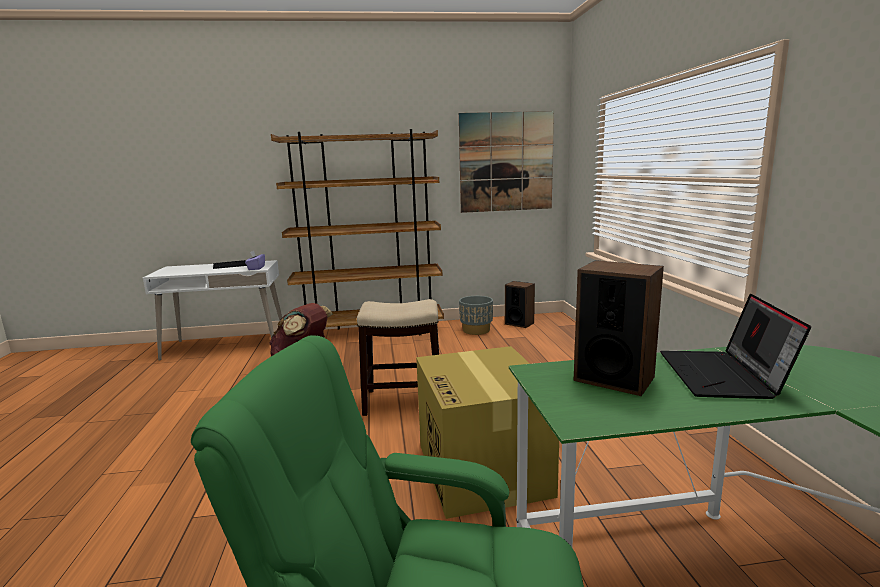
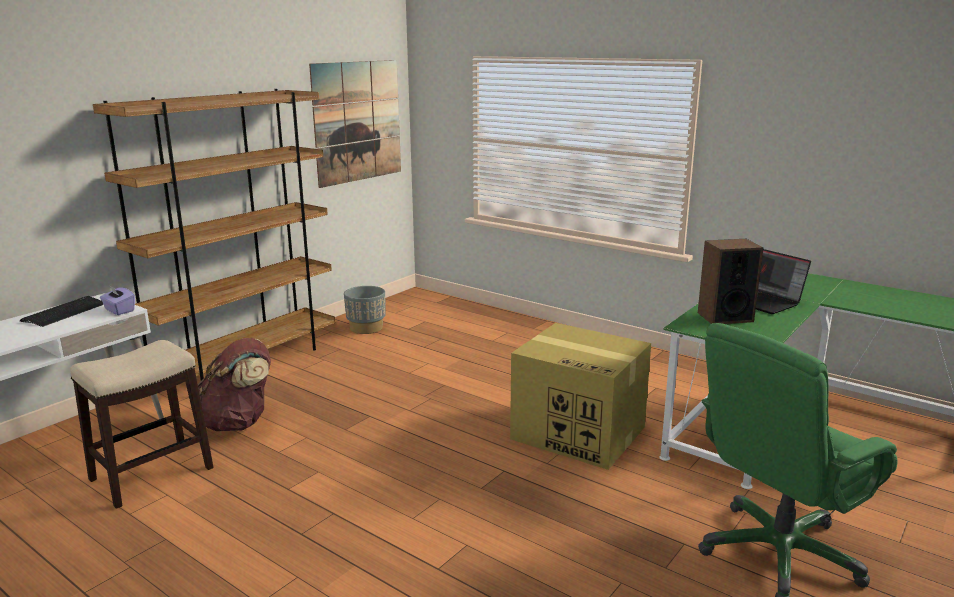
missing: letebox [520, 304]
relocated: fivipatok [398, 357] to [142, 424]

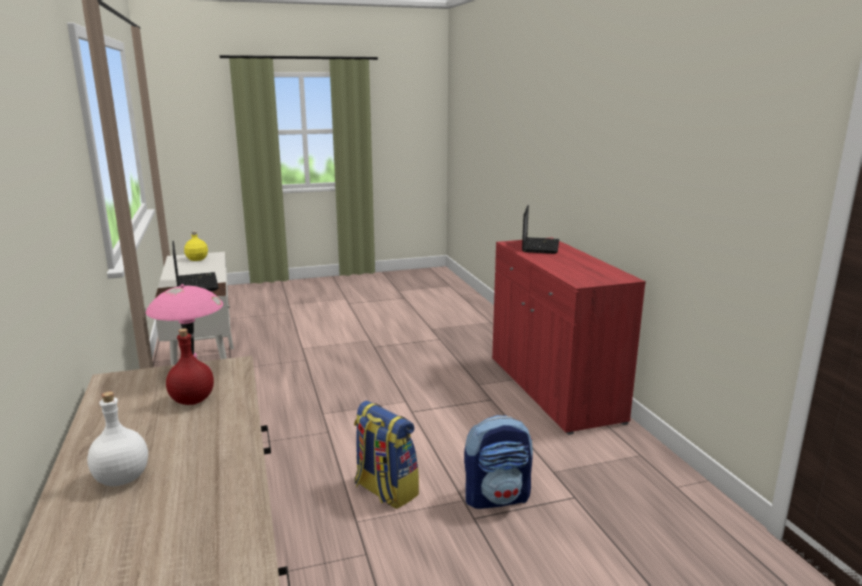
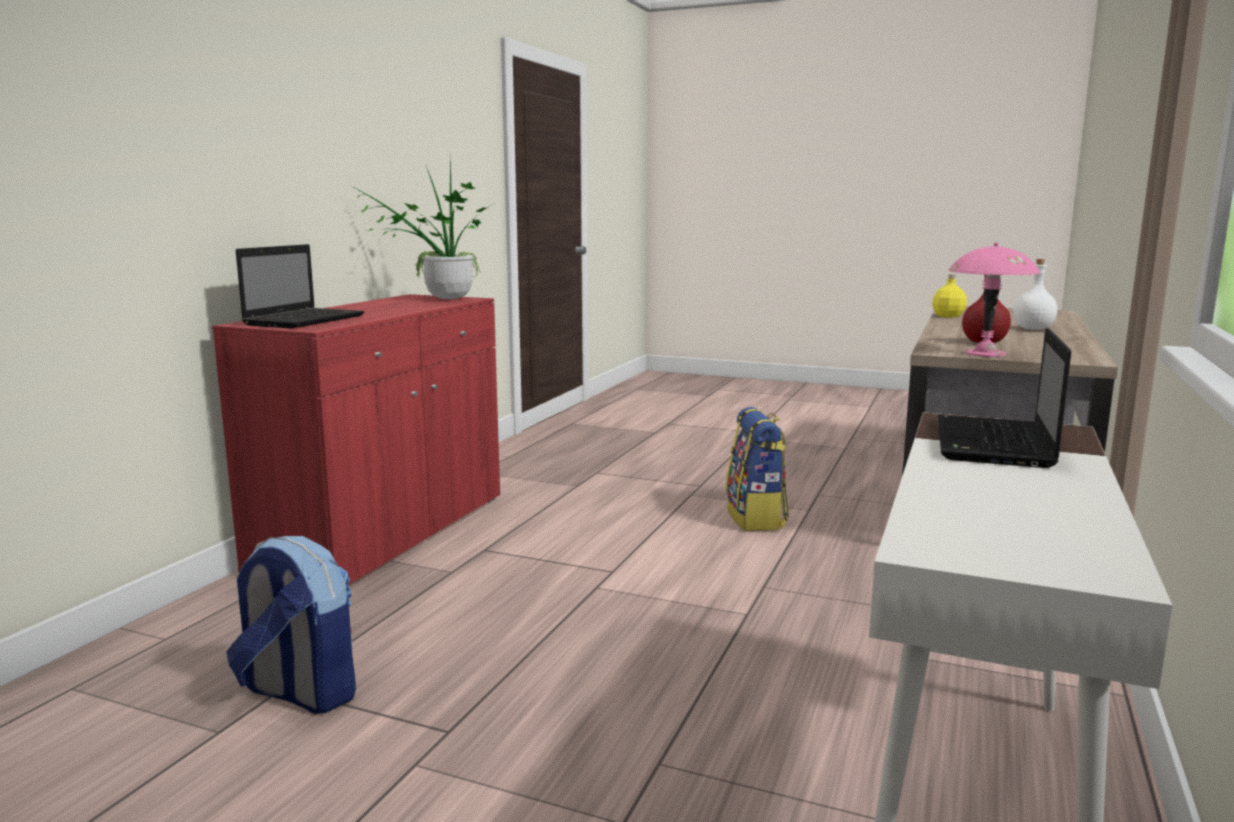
appeared: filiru [421, 228]
relocated: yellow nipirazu [196, 246] to [949, 295]; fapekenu [498, 462] to [291, 625]
spun: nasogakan [540, 229] = [300, 286] 150 degrees clockwise

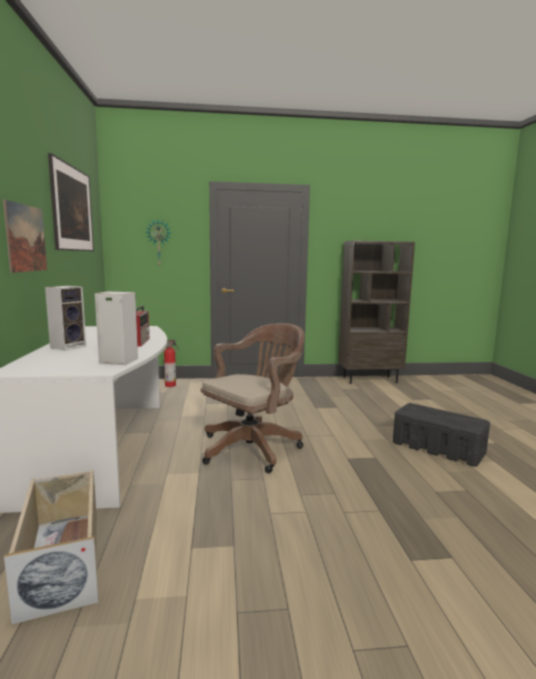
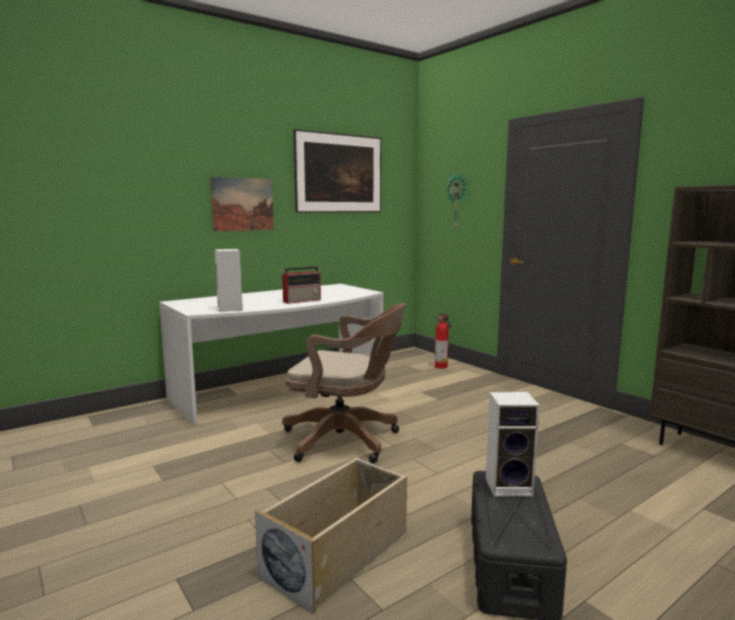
relocated: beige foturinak [51, 547] to [331, 535]; letebox [65, 318] to [513, 444]

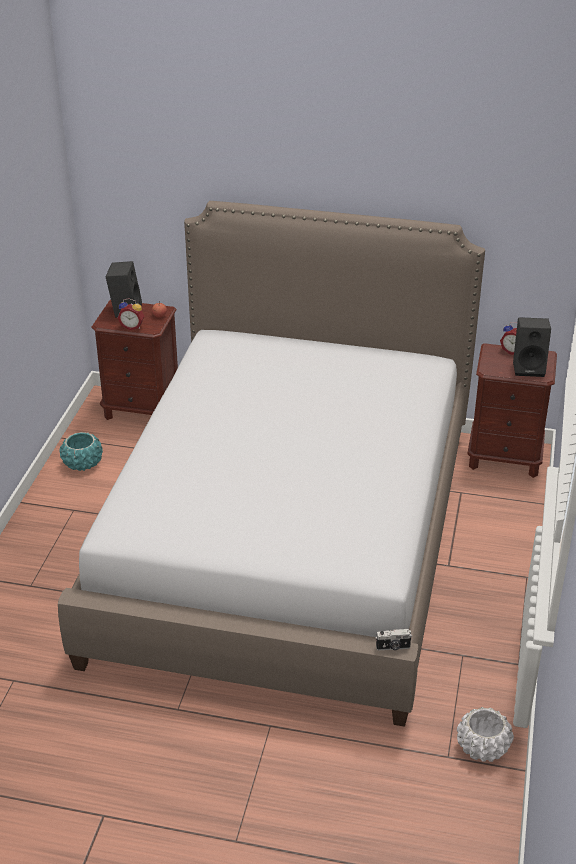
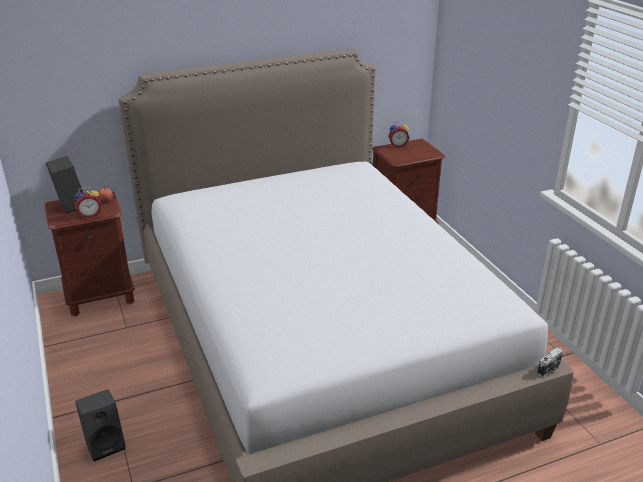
missing: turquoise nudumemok [81, 451]; white nudumemok [485, 734]
relocated: black letebox [532, 347] to [100, 425]

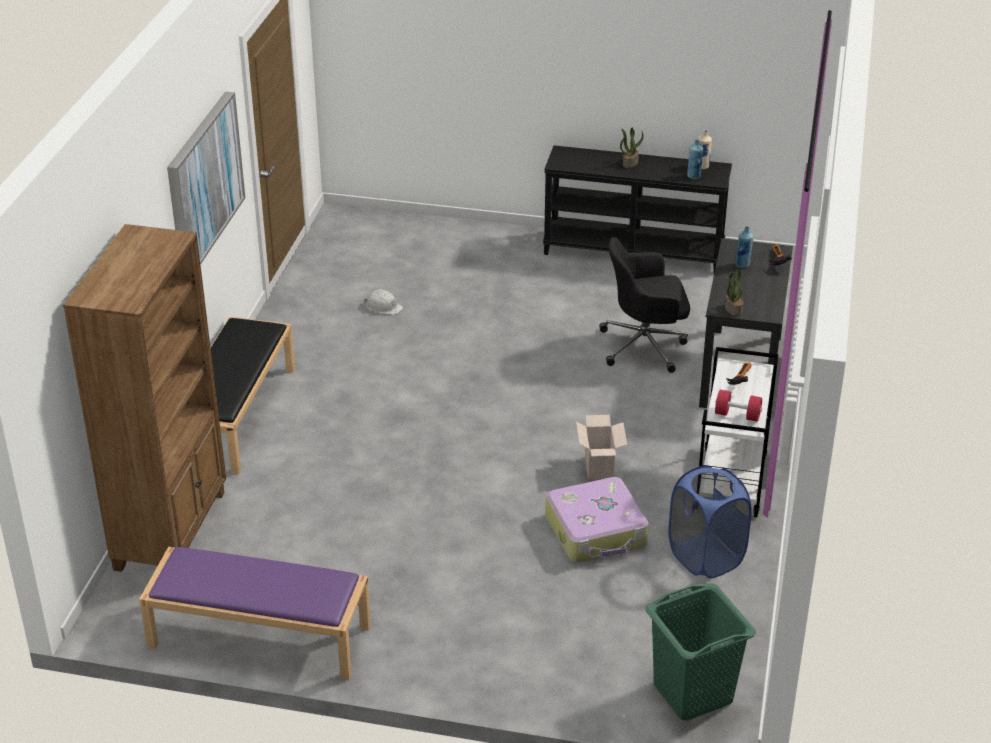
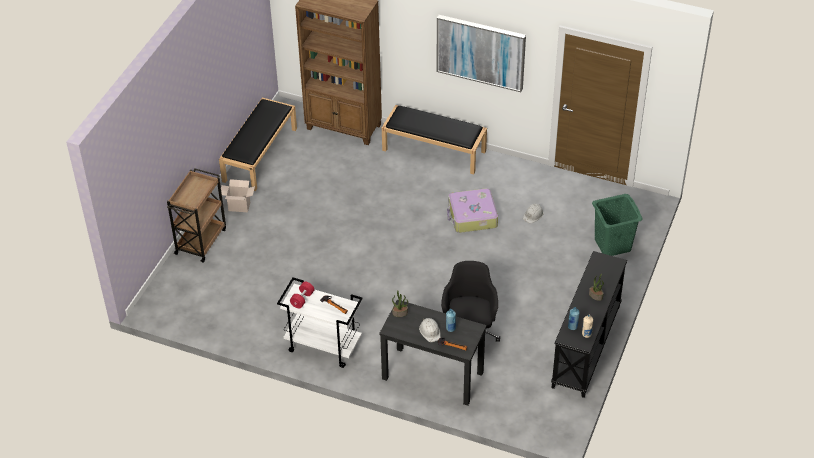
missing: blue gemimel [710, 521]
appeared: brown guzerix [196, 215]; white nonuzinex [429, 330]
relocated: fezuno [597, 519] to [472, 210]; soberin [601, 447] to [238, 195]; green gemimel [700, 652] to [617, 225]
colour: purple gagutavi [255, 613] to black gagutavi [258, 144]

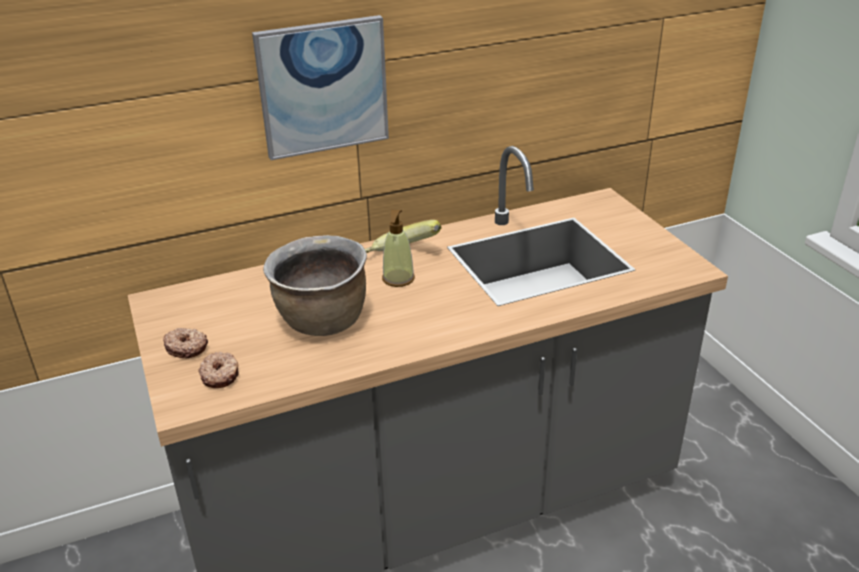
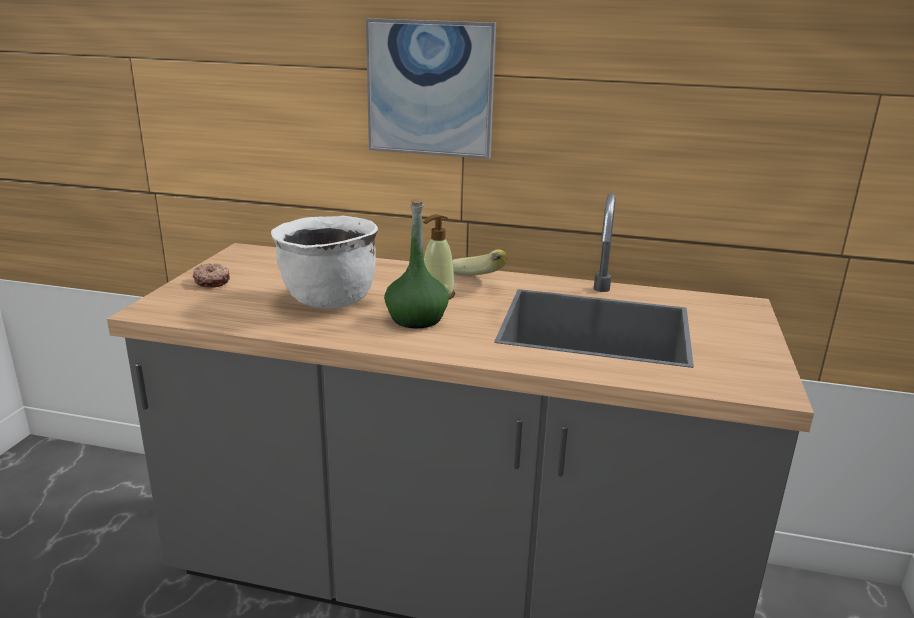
missing: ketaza [218, 370]
appeared: green nipirazu [416, 263]
colour: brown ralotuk [315, 285] to white ralotuk [324, 262]

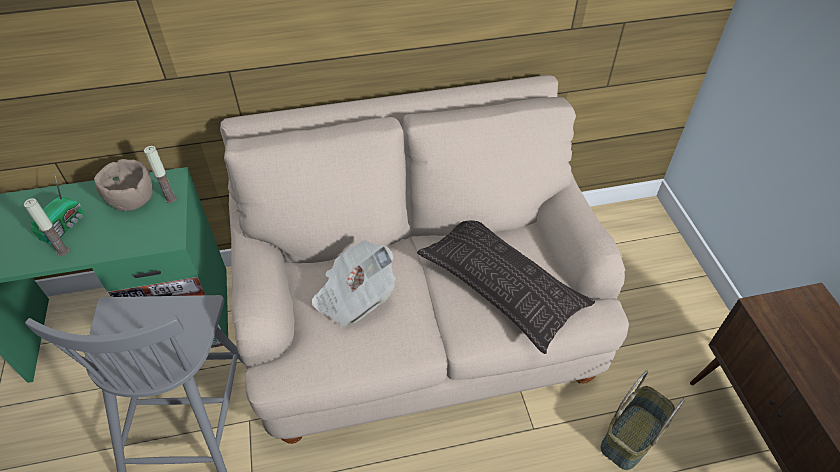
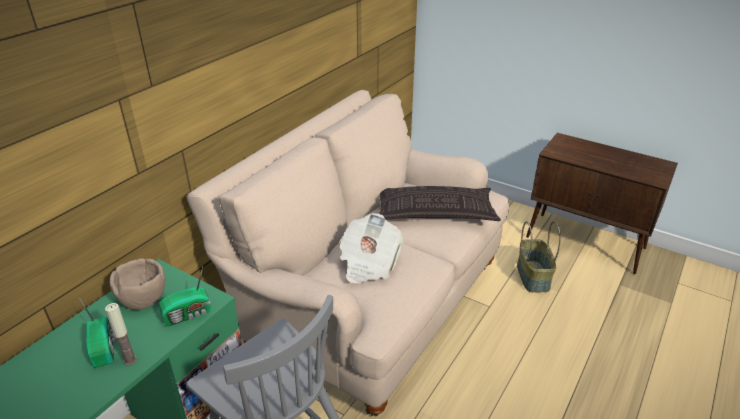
missing: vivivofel [160, 174]
appeared: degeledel [185, 297]

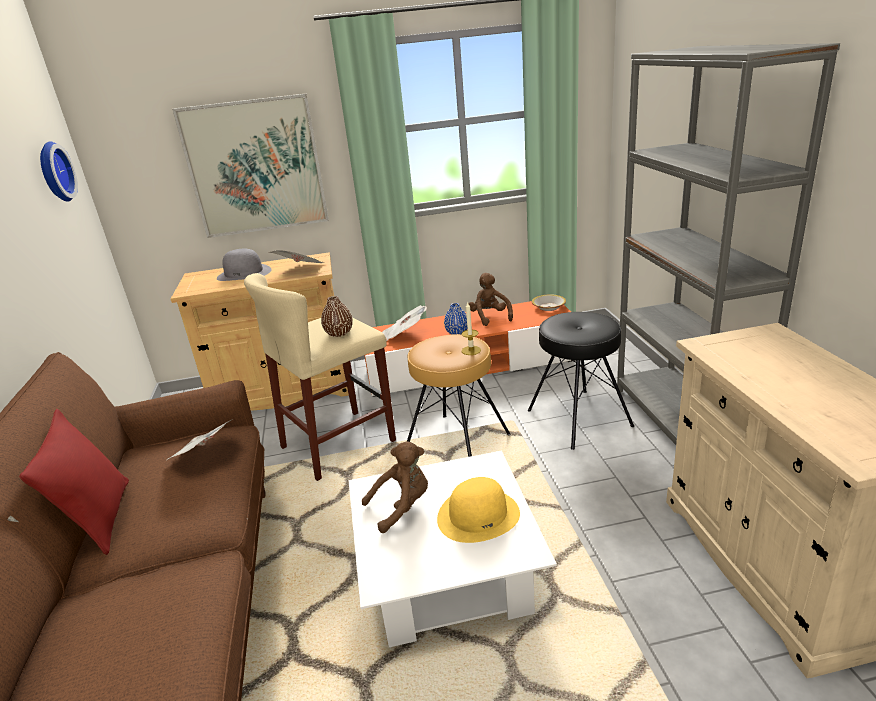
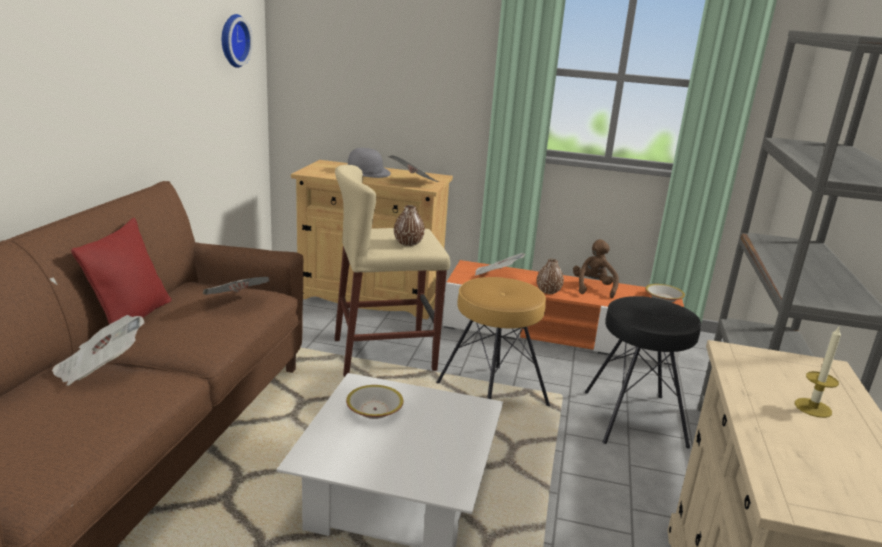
missing: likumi [250, 165]; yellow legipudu [478, 510]
appeared: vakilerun [98, 350]
relocated: vivivofel [471, 328] to [818, 371]
exchanged: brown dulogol [395, 487] to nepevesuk [374, 402]
colour: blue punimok [456, 319] to brown punimok [550, 276]

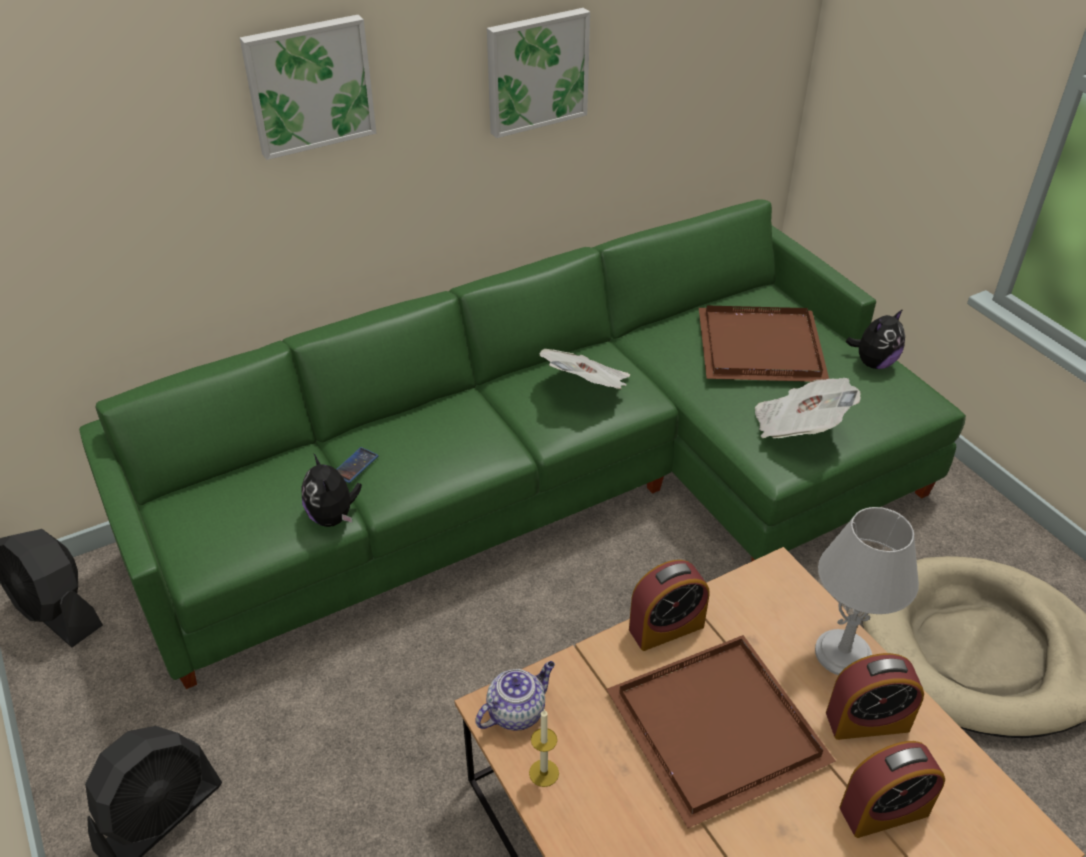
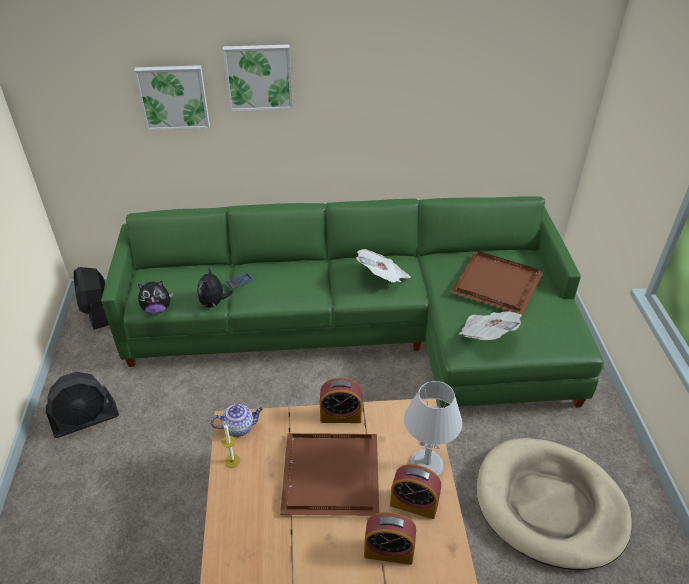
relocated: likumi [538, 73] to [172, 98]; dulogol [875, 339] to [155, 297]

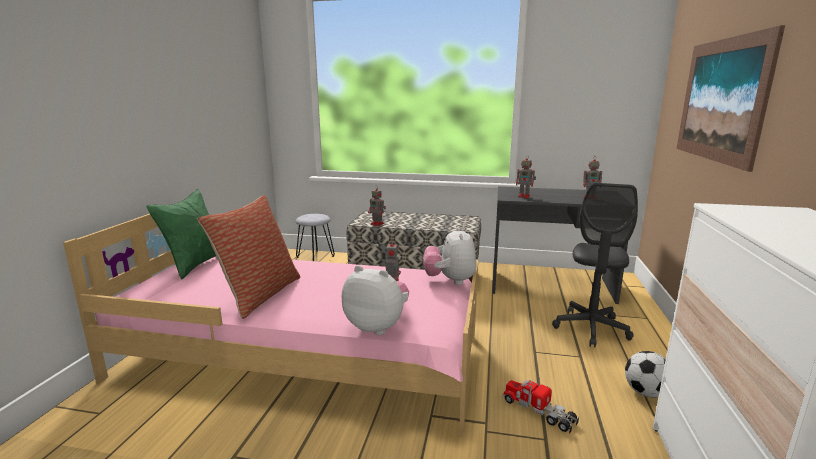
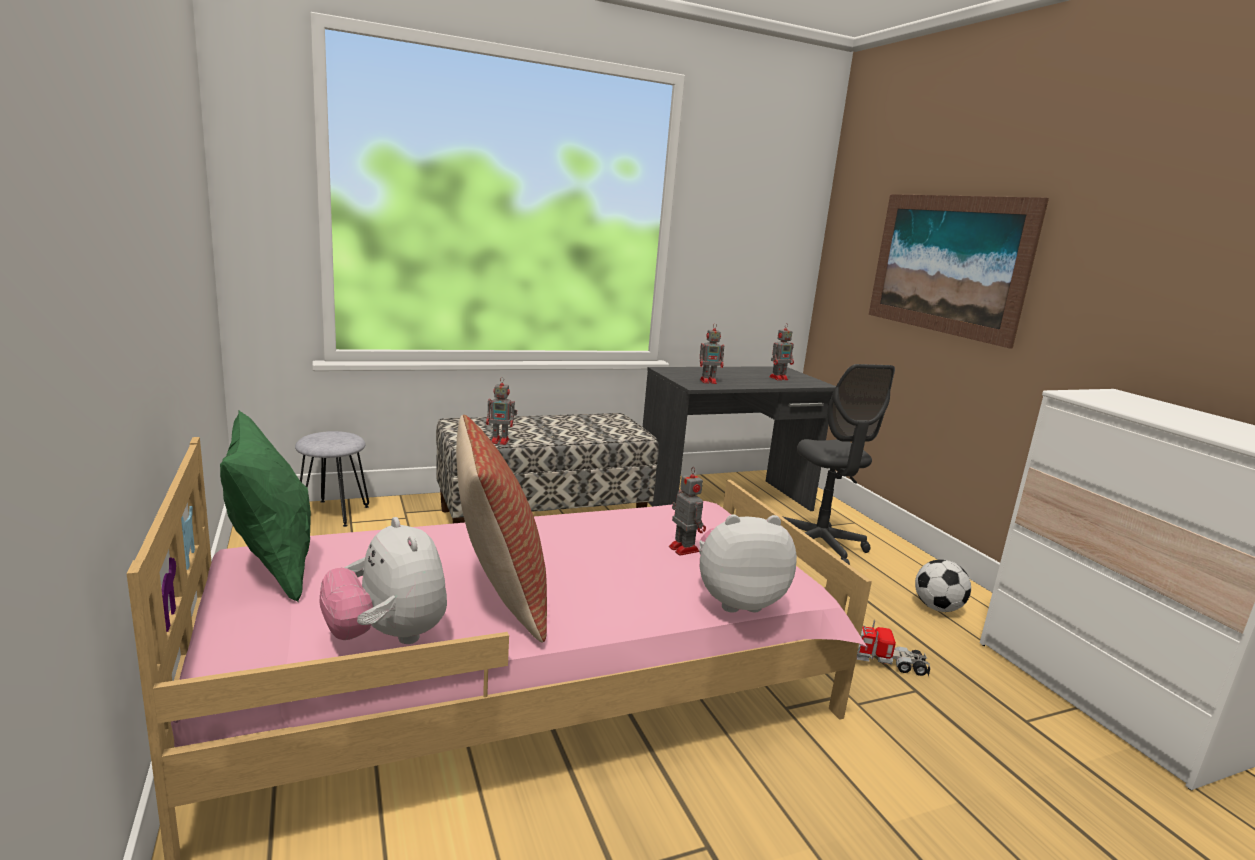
relocated: dulogol [450, 256] to [383, 580]

